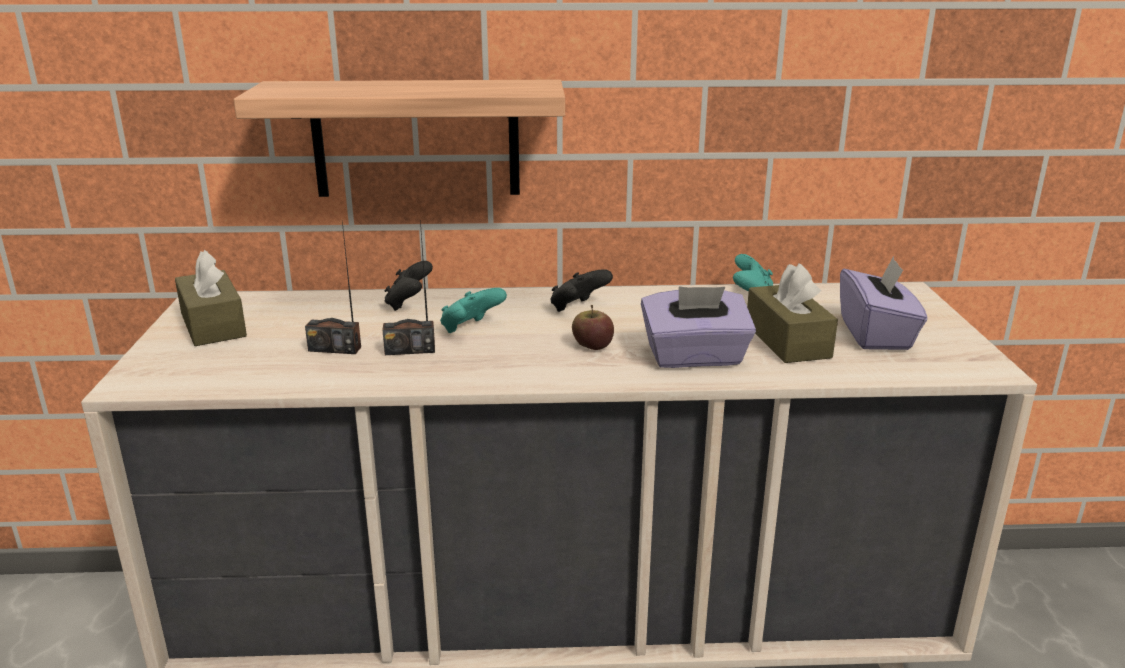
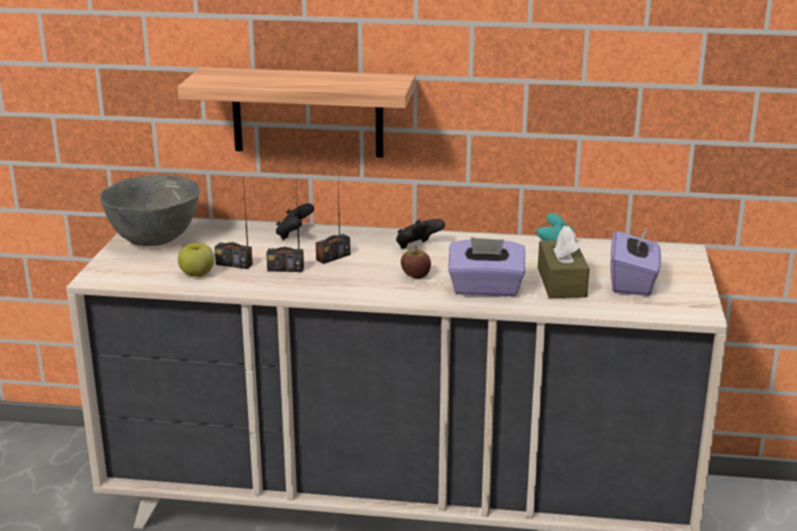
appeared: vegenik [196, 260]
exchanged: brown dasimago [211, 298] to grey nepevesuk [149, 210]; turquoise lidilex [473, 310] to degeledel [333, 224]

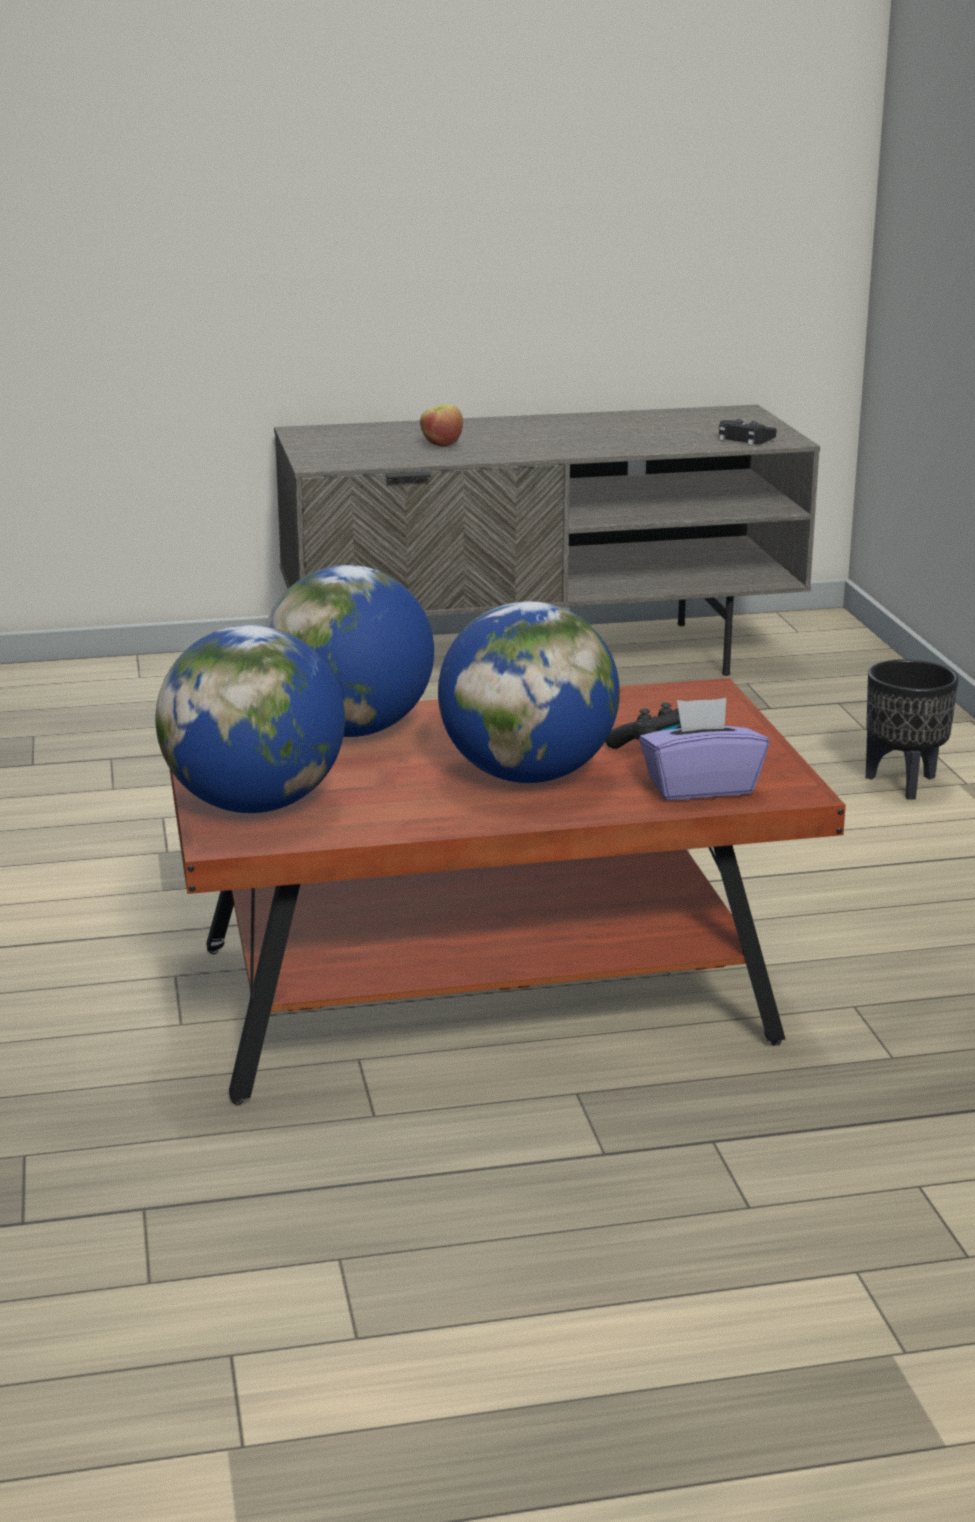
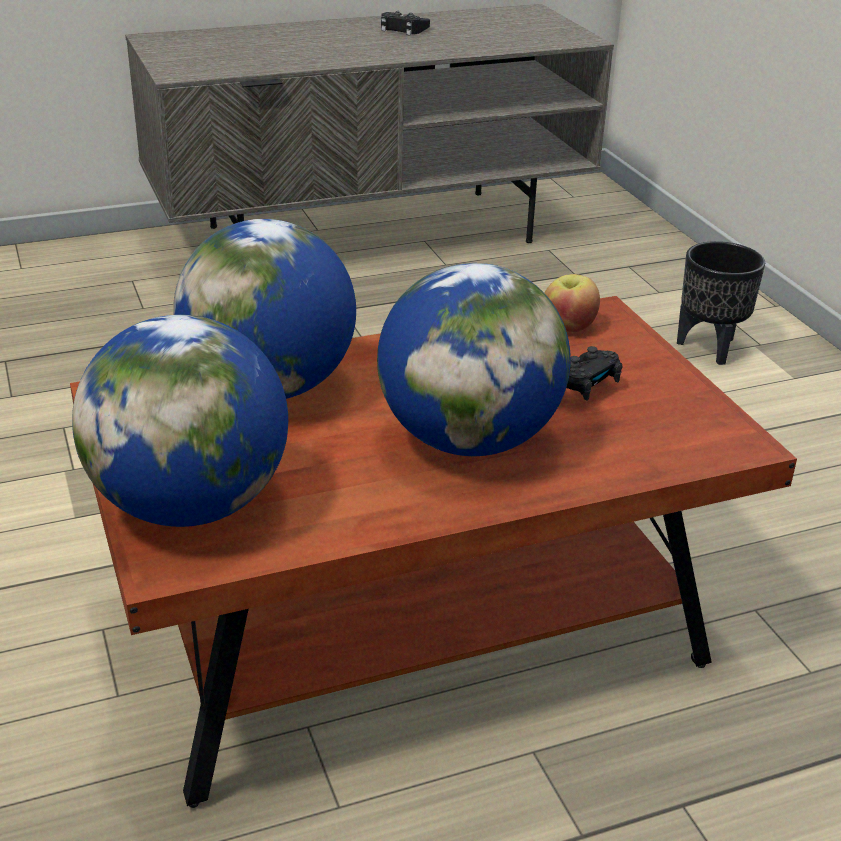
missing: purple dasimago [704, 749]
relocated: vegenik [441, 425] to [572, 303]; black lidilex [747, 432] to [405, 23]

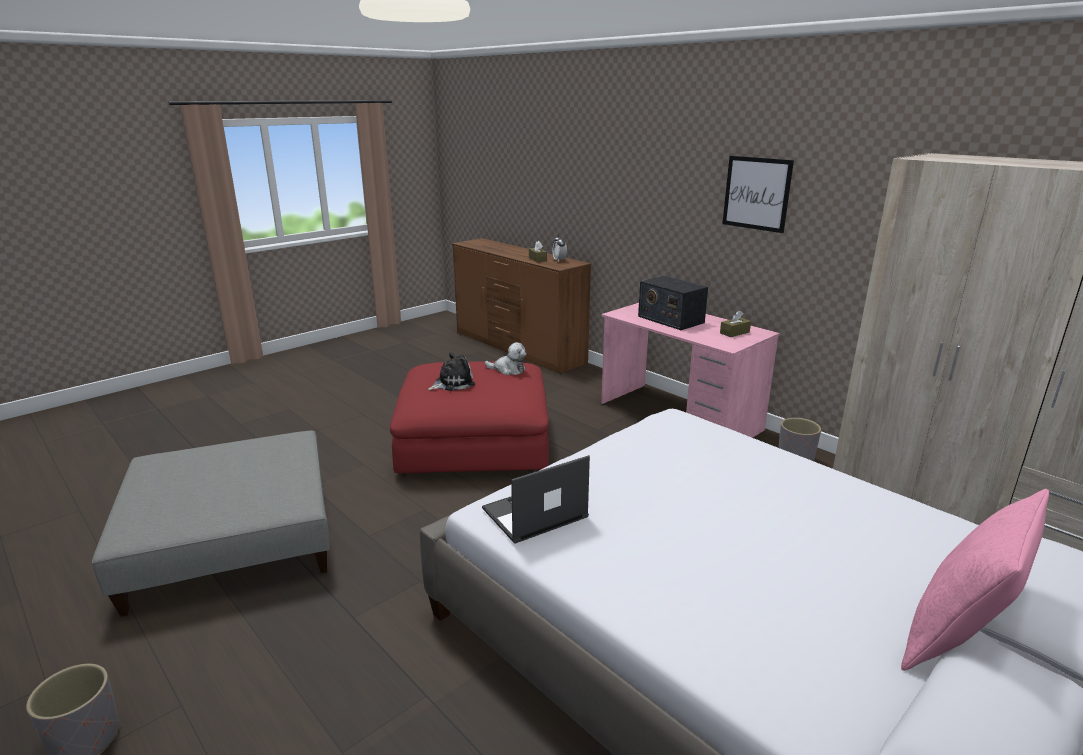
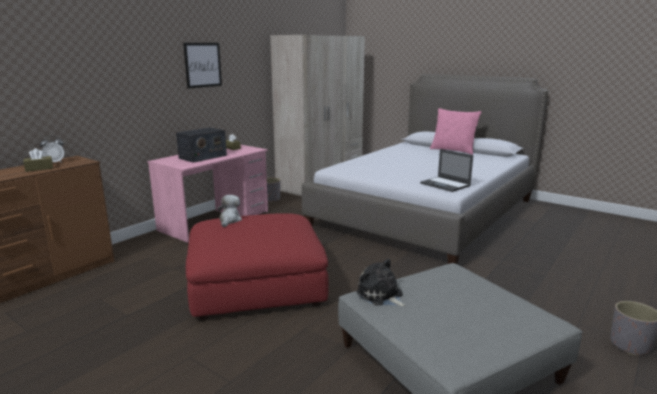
relocated: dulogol [451, 371] to [381, 282]

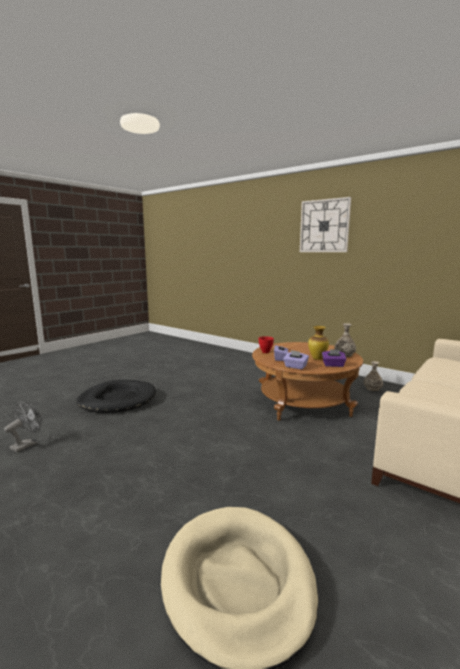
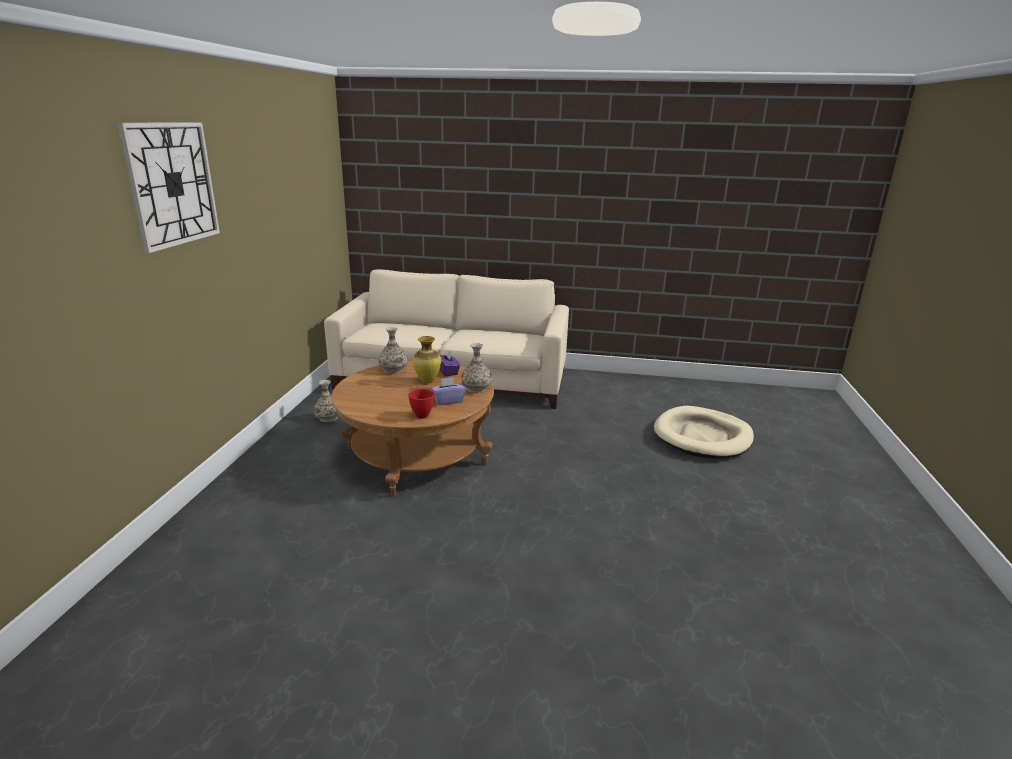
missing: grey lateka [23, 427]; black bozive [116, 396]
exchanged: purple dasimago [296, 359] to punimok [476, 368]

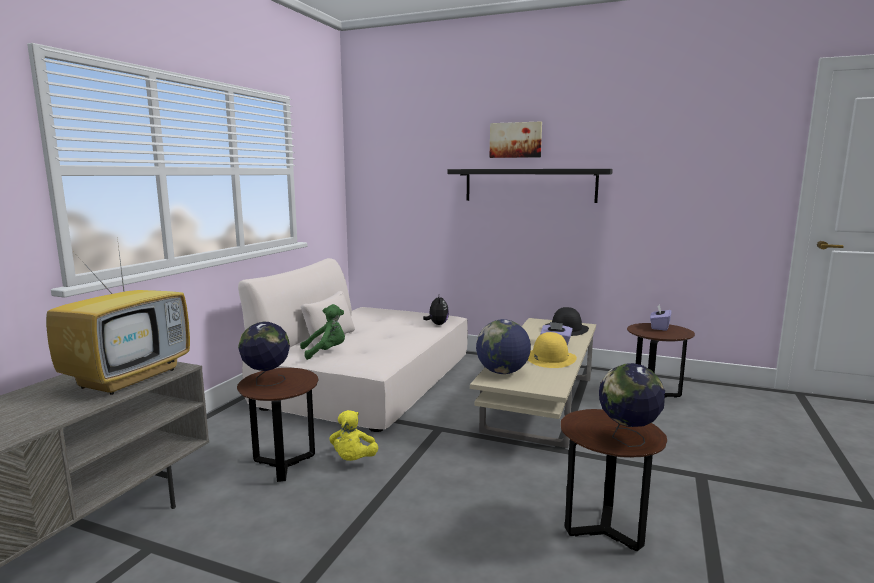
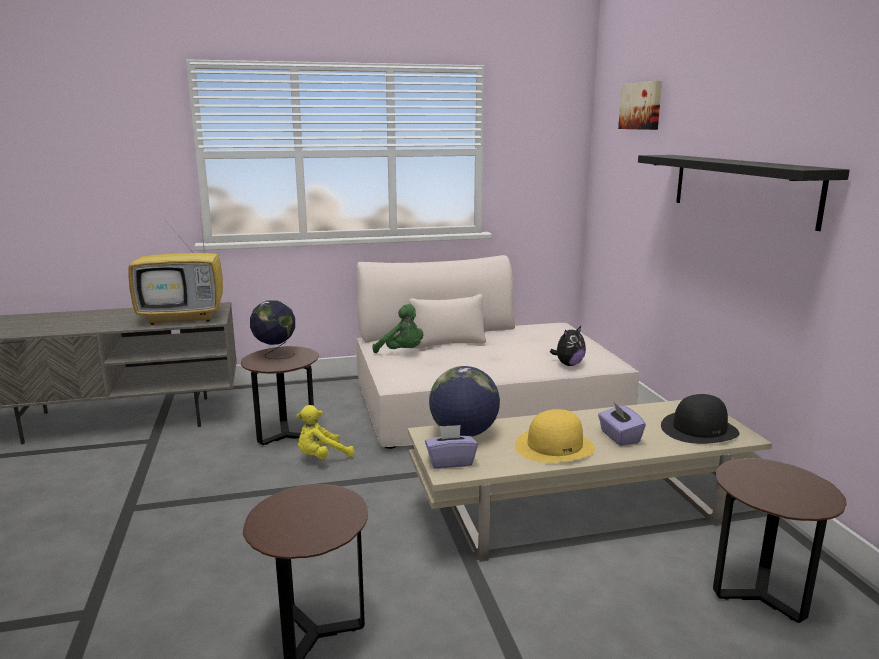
missing: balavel [632, 405]
relocated: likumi [516, 140] to [640, 105]; purple dasimago [661, 317] to [451, 447]

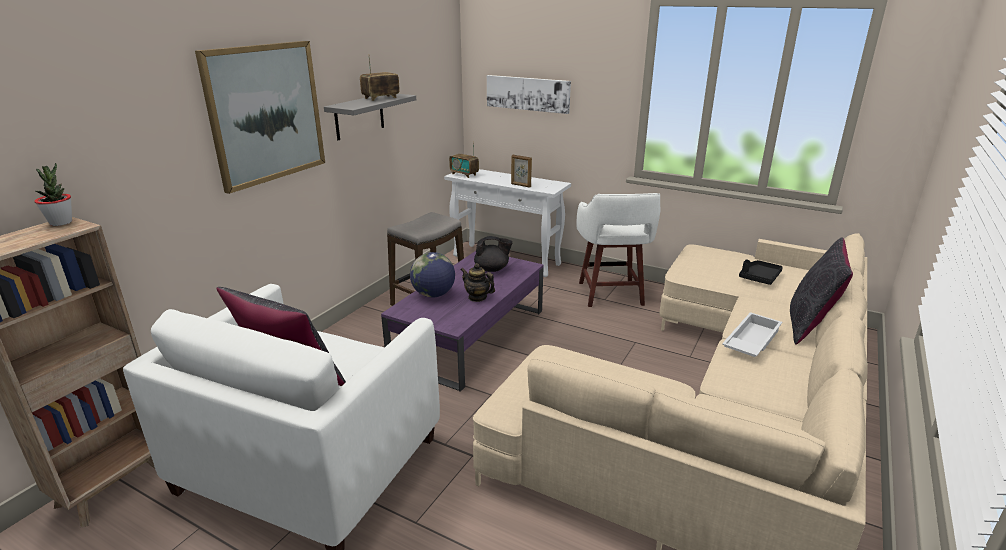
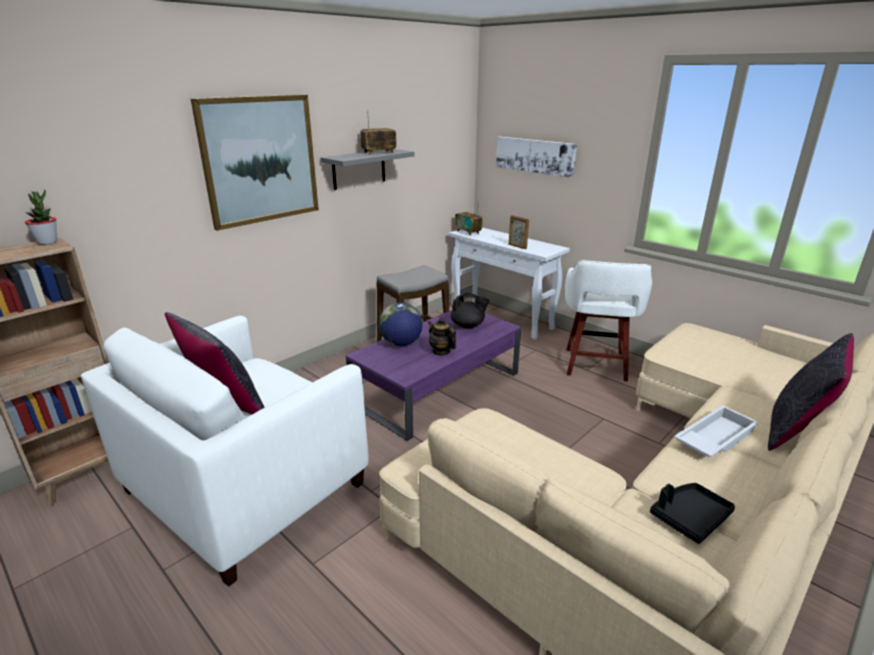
relocated: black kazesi [761, 272] to [692, 513]

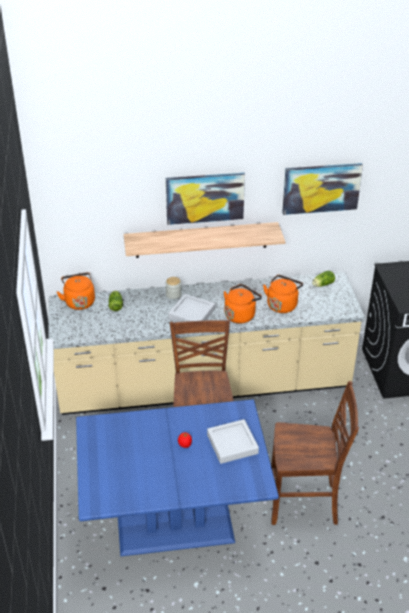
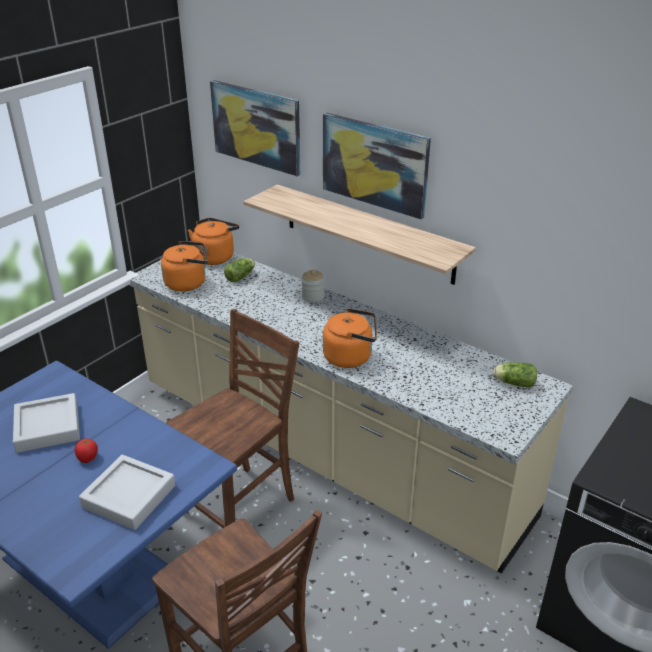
relocated: grey kazesi [191, 308] to [46, 423]; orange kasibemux [283, 294] to [184, 266]; likumi [322, 189] to [255, 128]

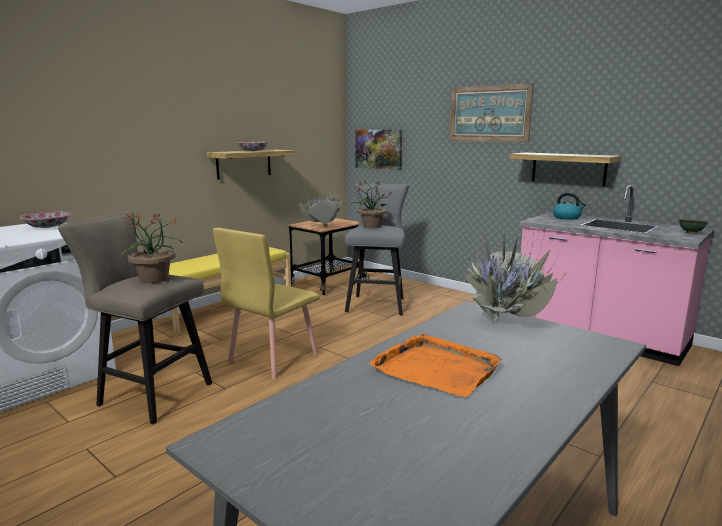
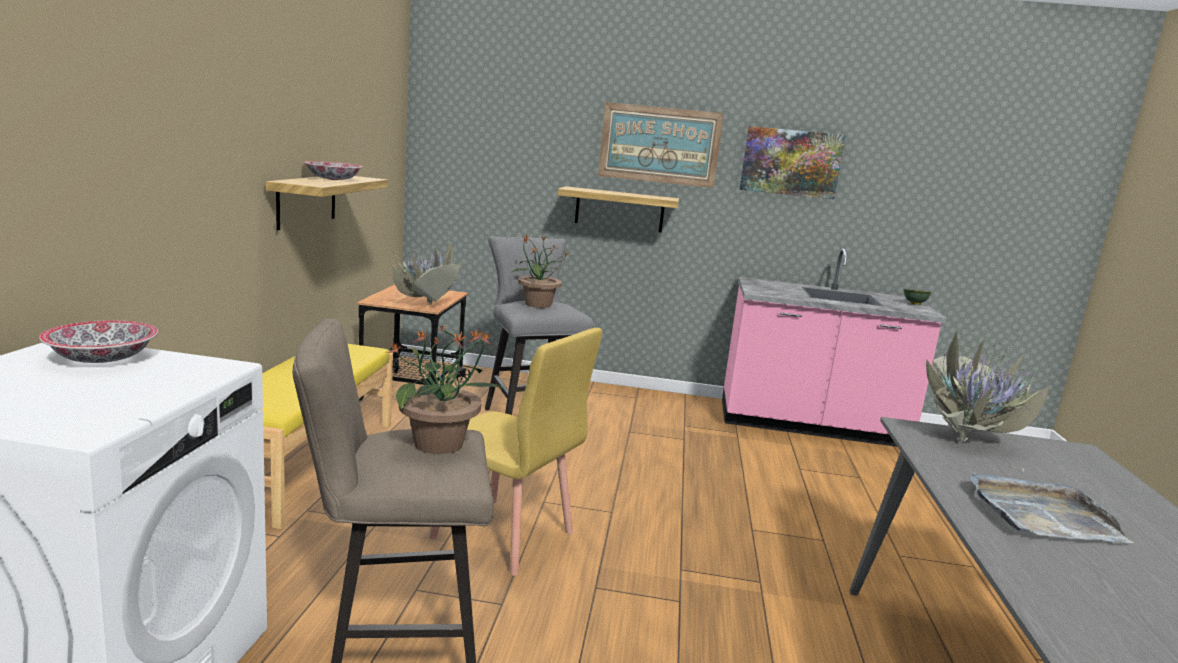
missing: kasibemux [569, 206]
relocated: likumi [378, 150] to [793, 162]; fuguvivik [565, 169] to [618, 209]
colour: orange kazesi [435, 365] to grey kazesi [1051, 508]
spun: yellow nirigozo [266, 303] = [515, 452] 60 degrees counterclockwise

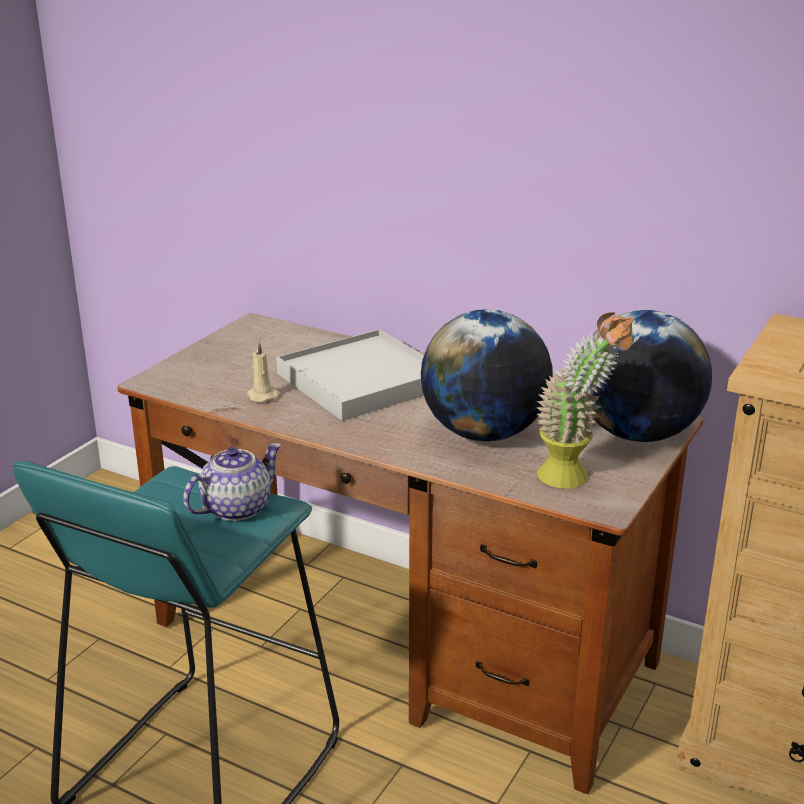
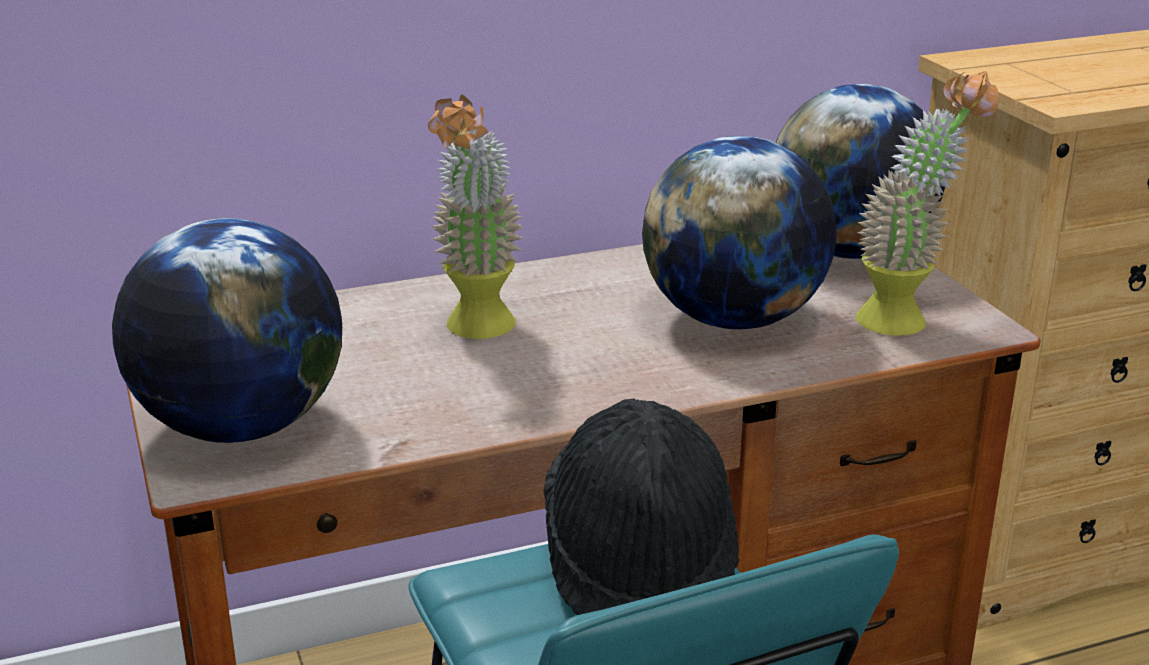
missing: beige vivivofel [263, 372]
appeared: balavel [227, 330]
exchanged: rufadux [232, 482] to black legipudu [641, 506]; white kazesi [350, 375] to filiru [475, 216]

